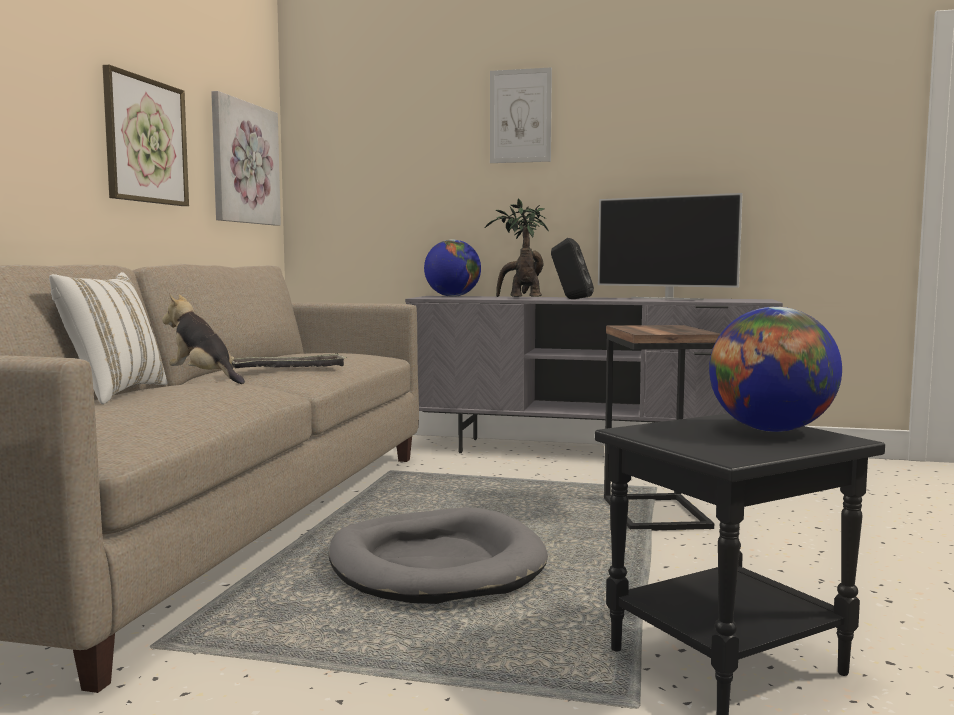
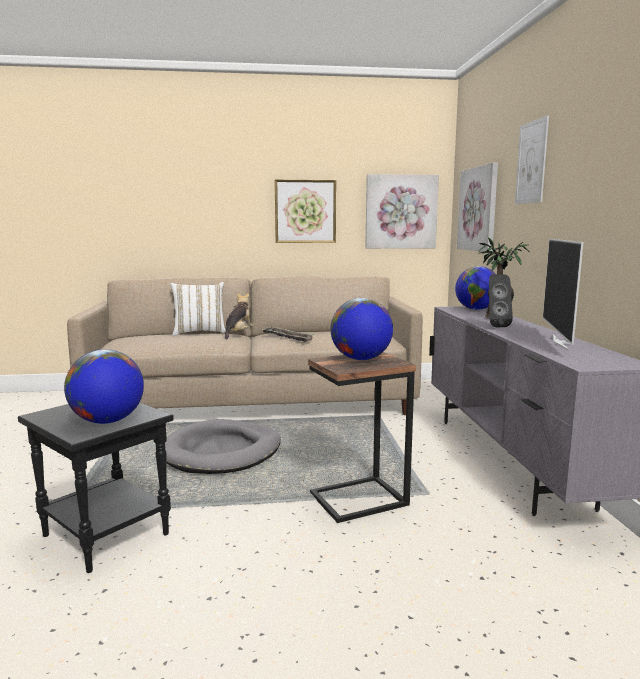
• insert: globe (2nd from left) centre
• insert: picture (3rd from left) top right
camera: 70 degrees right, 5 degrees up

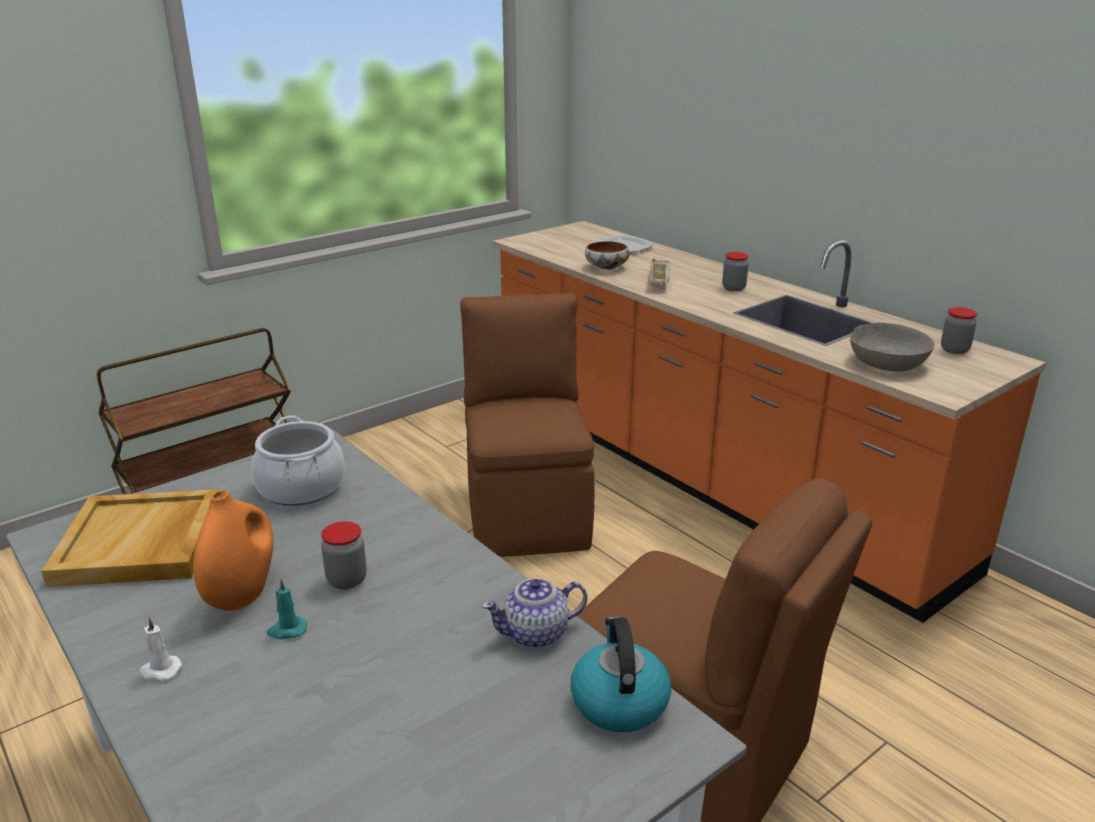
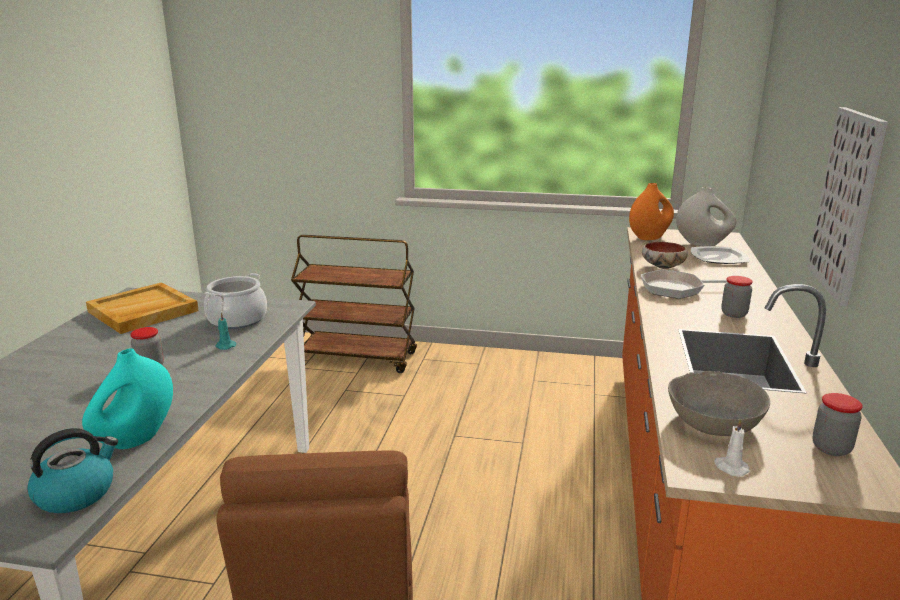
• delete: chair (brown) (1st from left) centre
• insert: vase (white) middle right
• insert: picture middle right
• move: candle (white) bottom left to bottom right
• move: vase (orange) bottom left to middle right
• move: candle (turquoise) bottom left to middle left
• replace: teapot bottom centre to vase (turquoise) middle left
• replace: tray (beige) (2nd from left) top centre to frying pan middle right
camera: 50 degrees right, 5 degrees down

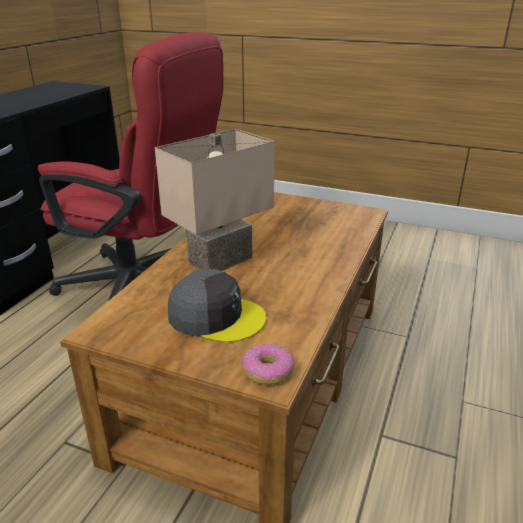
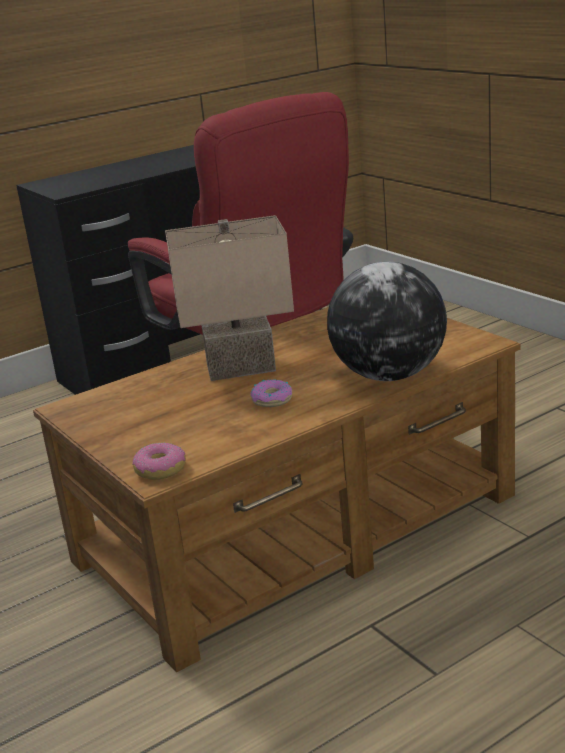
• delete: cap (grey) centre
• insert: donut (2nd from left) centre
• insert: globe middle right
camera: 35 degrees right, 5 degrees down

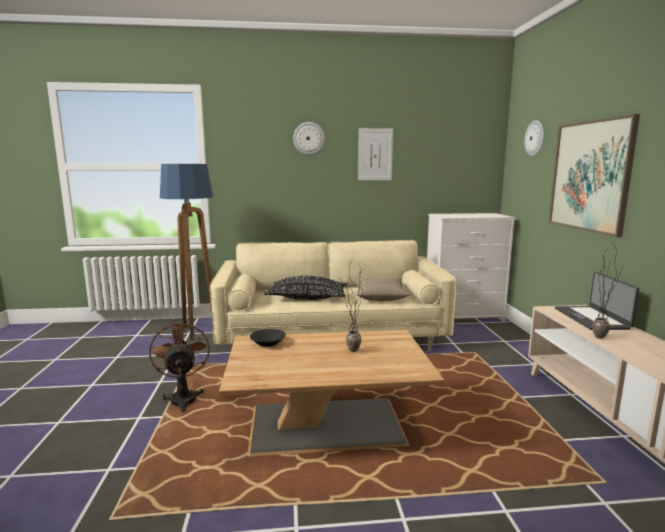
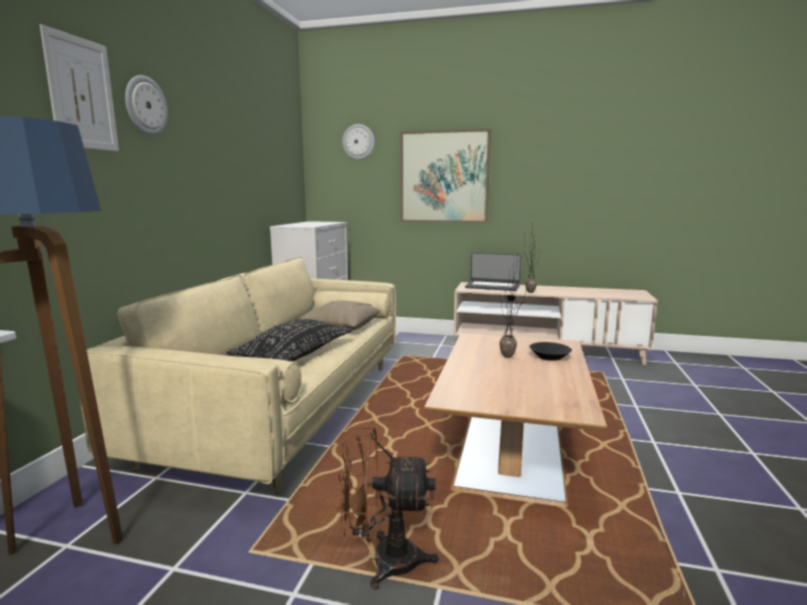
• move: bowl (black) centre to middle right
• move: picture (1st from left) top centre to top left
camera: 70 degrees left, 0 degrees up

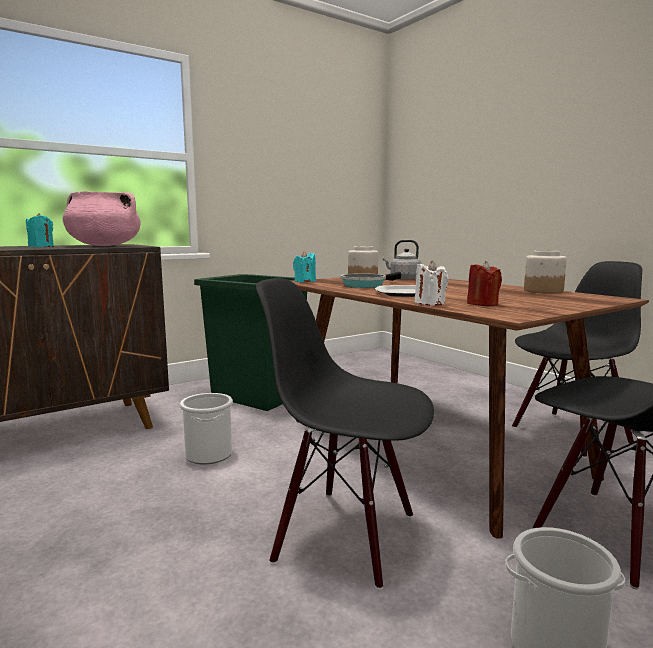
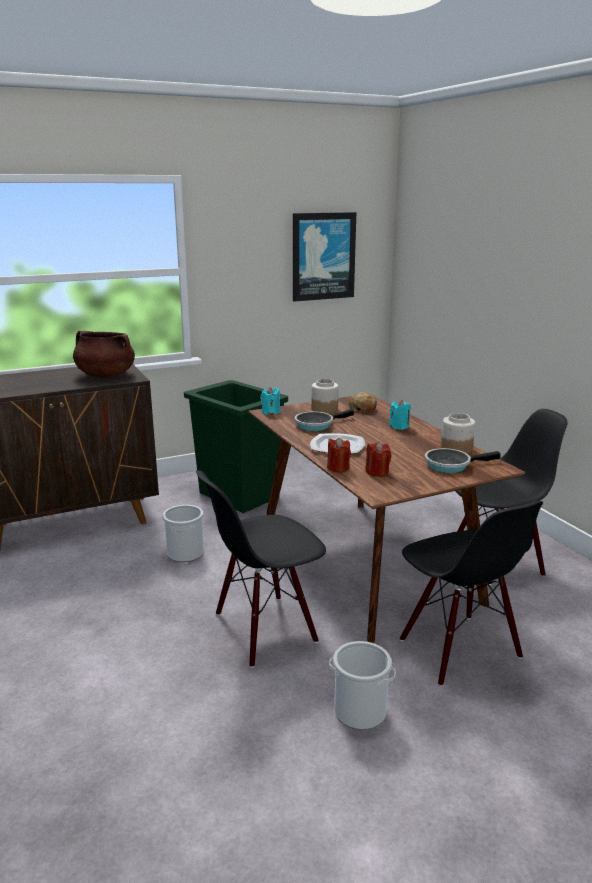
• insert: picture top centre
• insert: frying pan (2nd from left) middle right
• move: candle (turquoise) (1st from left in the first image) middle left to candle (turquoise) (2nd from left) middle right
• replace: kettle (grey) centre to bread centre
• recolor: cooking pot (pink) middle left to cooking pot (brown) middle left
• recolor: candle (white) centre to candle (red) (1st from left) centre
• rotate: chair (black) (1st from left) bottom centre = centre 60 degrees counterclockwise
camera: 10 degrees right, 10 degrees up

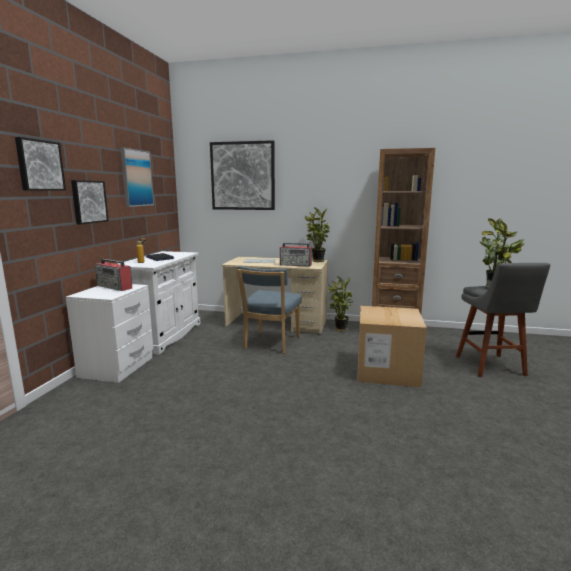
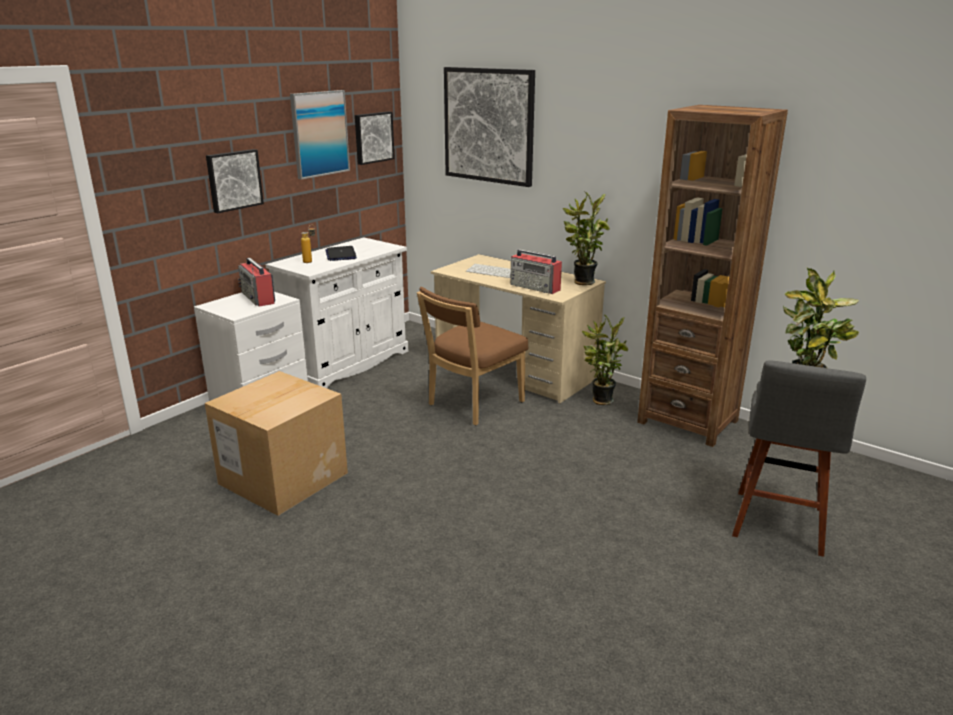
• move: picture (1st from left in the first image) top left to picture (3rd from left) top centre
• move: cardboard box middle right to middle left
• recolor: chair (blue) centre to chair (brown) centre
camera: 25 degrees right, 10 degrees up

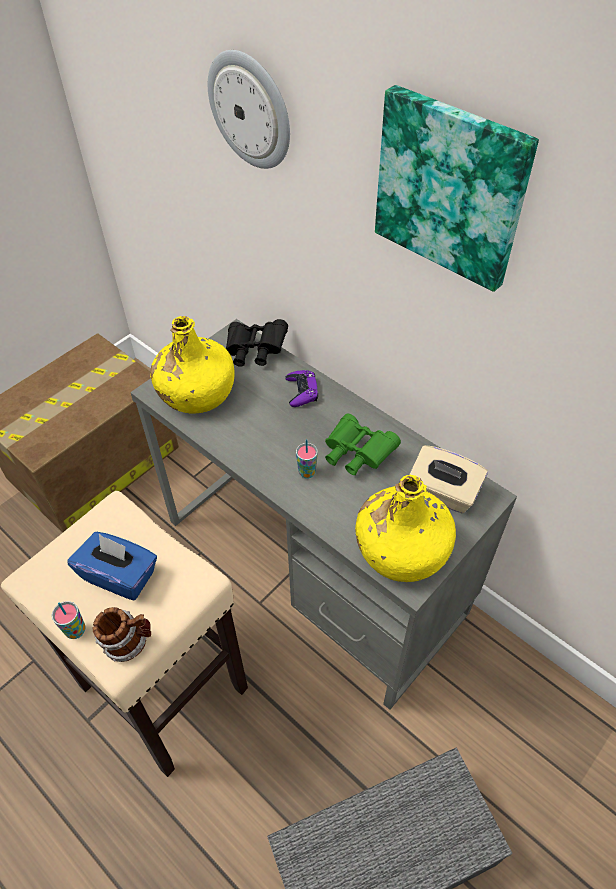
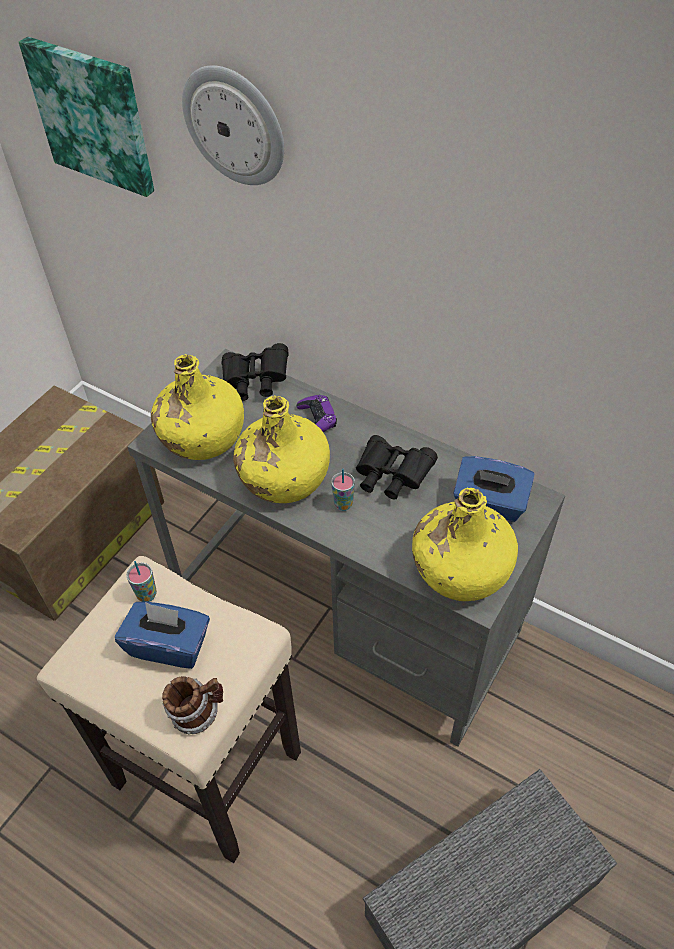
• insert: bottle (yellow) (2nd from left) centre
• move: cup (1st from left) bottom left to middle left
• move: picture top right to top left
• recolor: binoculars (green) centre to binoculars (black) (2nd from left) centre
• recolor: tissue box (beige) middle right to tissue box (blue) (2nd from left) middle right
camera: 10 degrees left, 0 degrees up

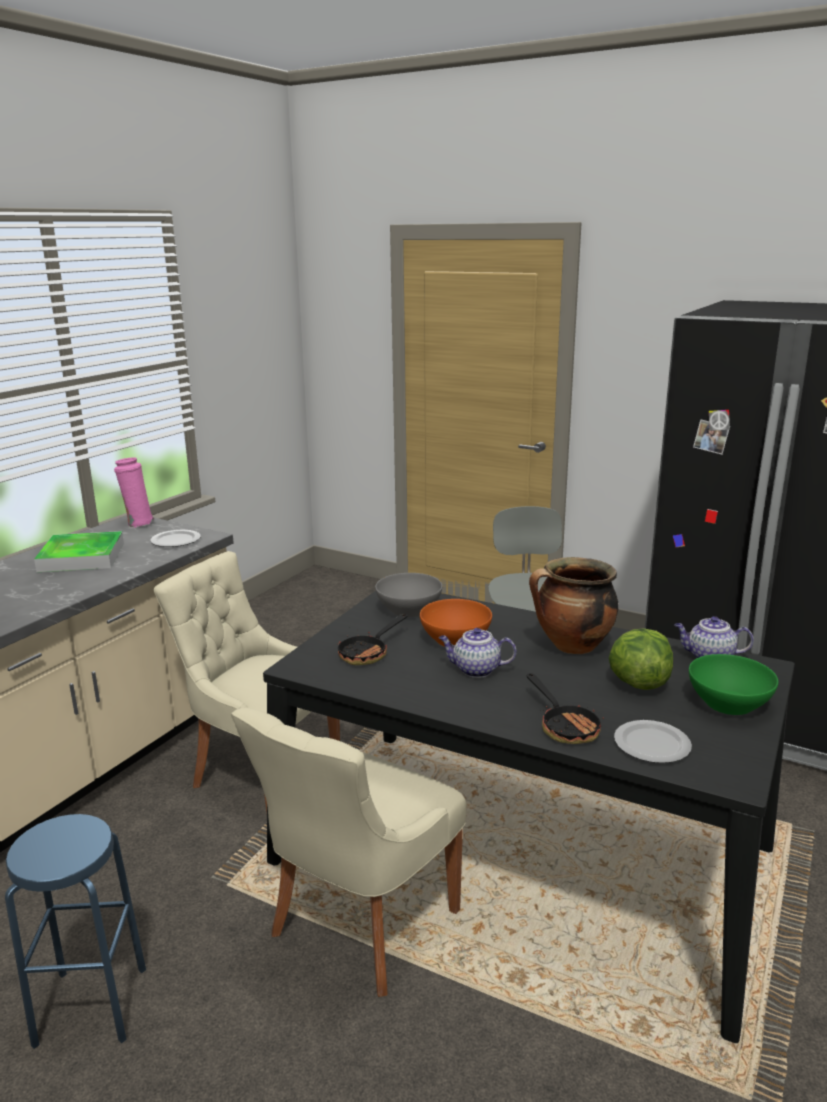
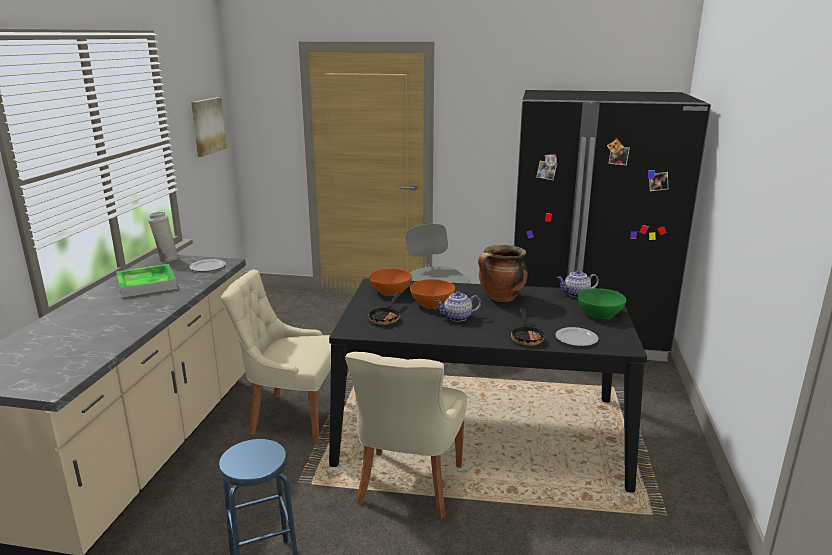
• delete: lettuce middle right
• insert: picture top left
• recolor: vase (pink) middle left to vase (white) middle left
• recolor: bowl (grey) centre to bowl (orange) (1st from left) centre
• rotate: frying pan (2nd from left) middle right = centre 45 degrees clockwise
camera: 20 degrees left, 0 degrees up

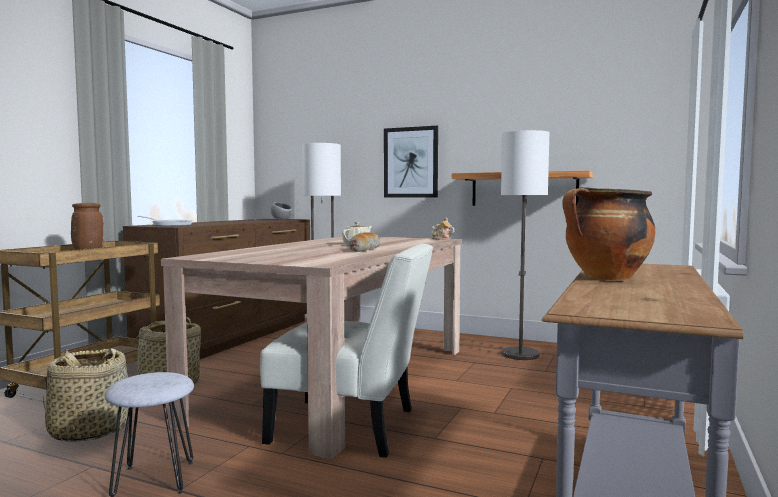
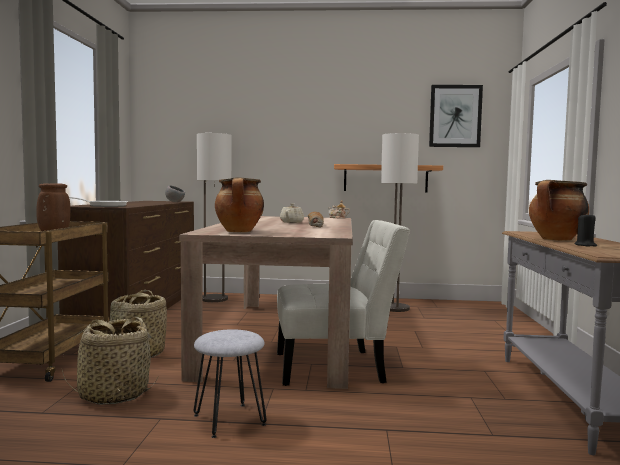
• insert: cooking pot (1st from left) centre
• insert: candle (black) middle right
• move: picture top centre to top right
camera: 20 degrees left, 0 degrees up

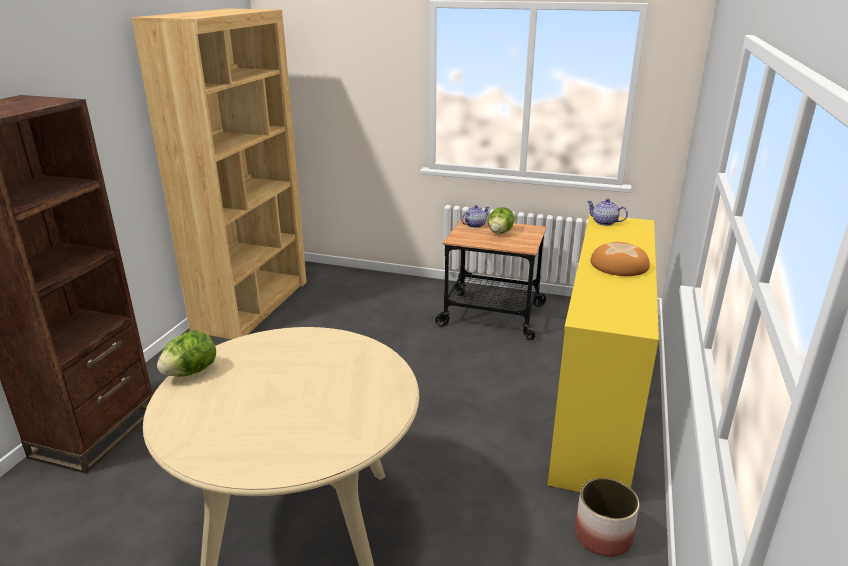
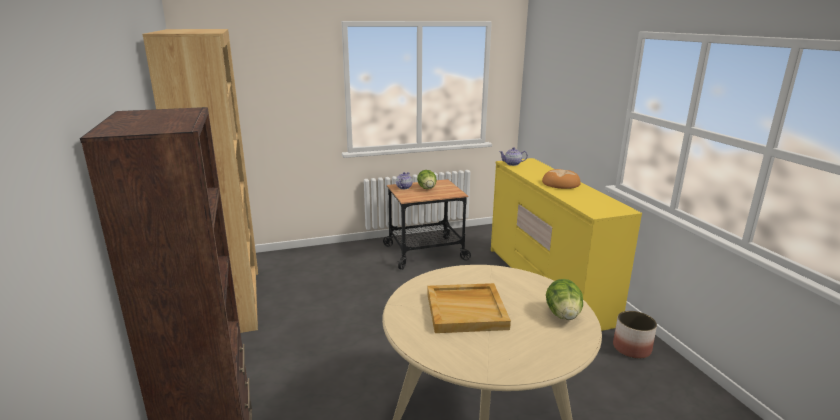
• insert: tray (beige) bottom centre
• move: lettuce (1st from left in the first image) middle left to lettuce (2nd from left) bottom right
camera: 35 degrees left, 5 degrees down

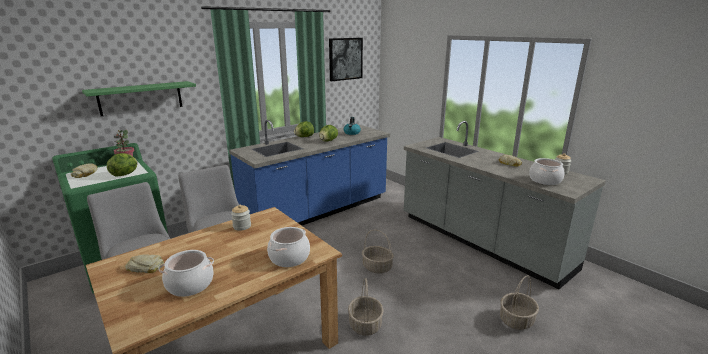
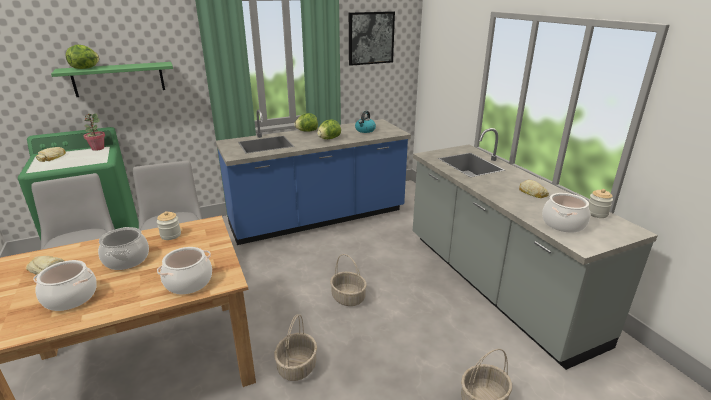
• insert: cooking pot (2nd from left) middle left
• move: lettuce (1st from left) middle left to top left
camera: 15 degrees right, 5 degrees up

